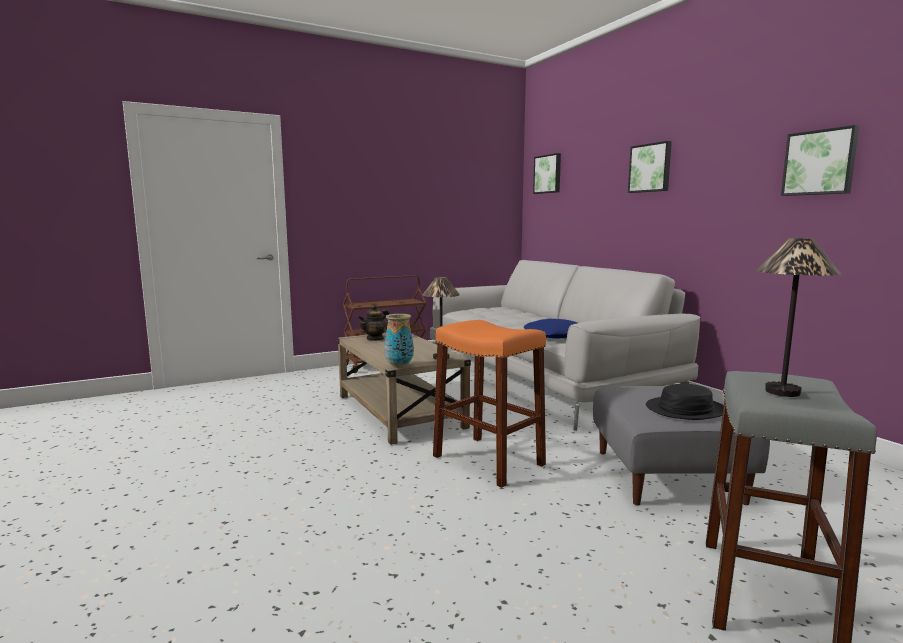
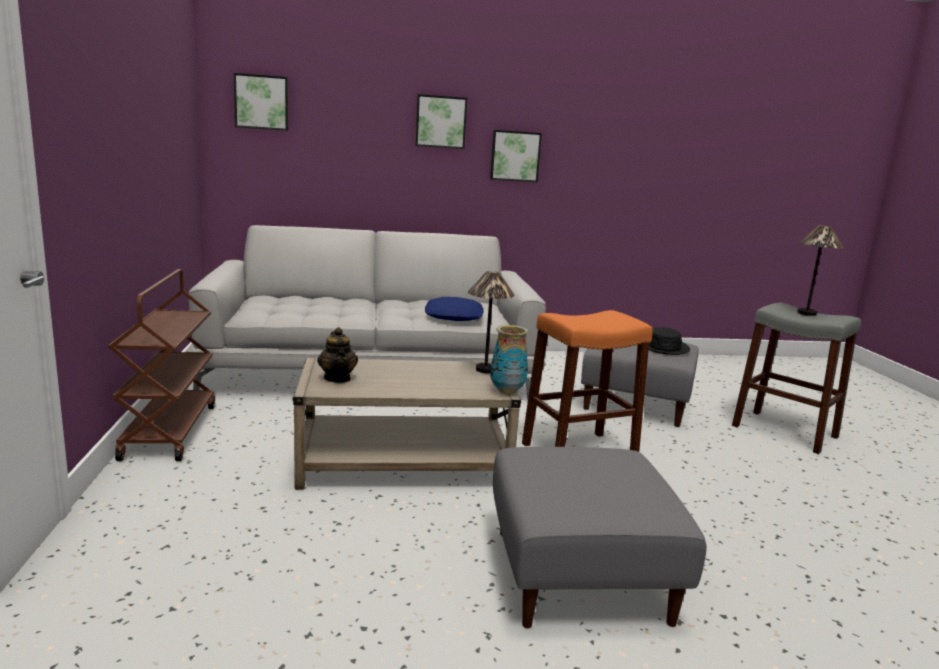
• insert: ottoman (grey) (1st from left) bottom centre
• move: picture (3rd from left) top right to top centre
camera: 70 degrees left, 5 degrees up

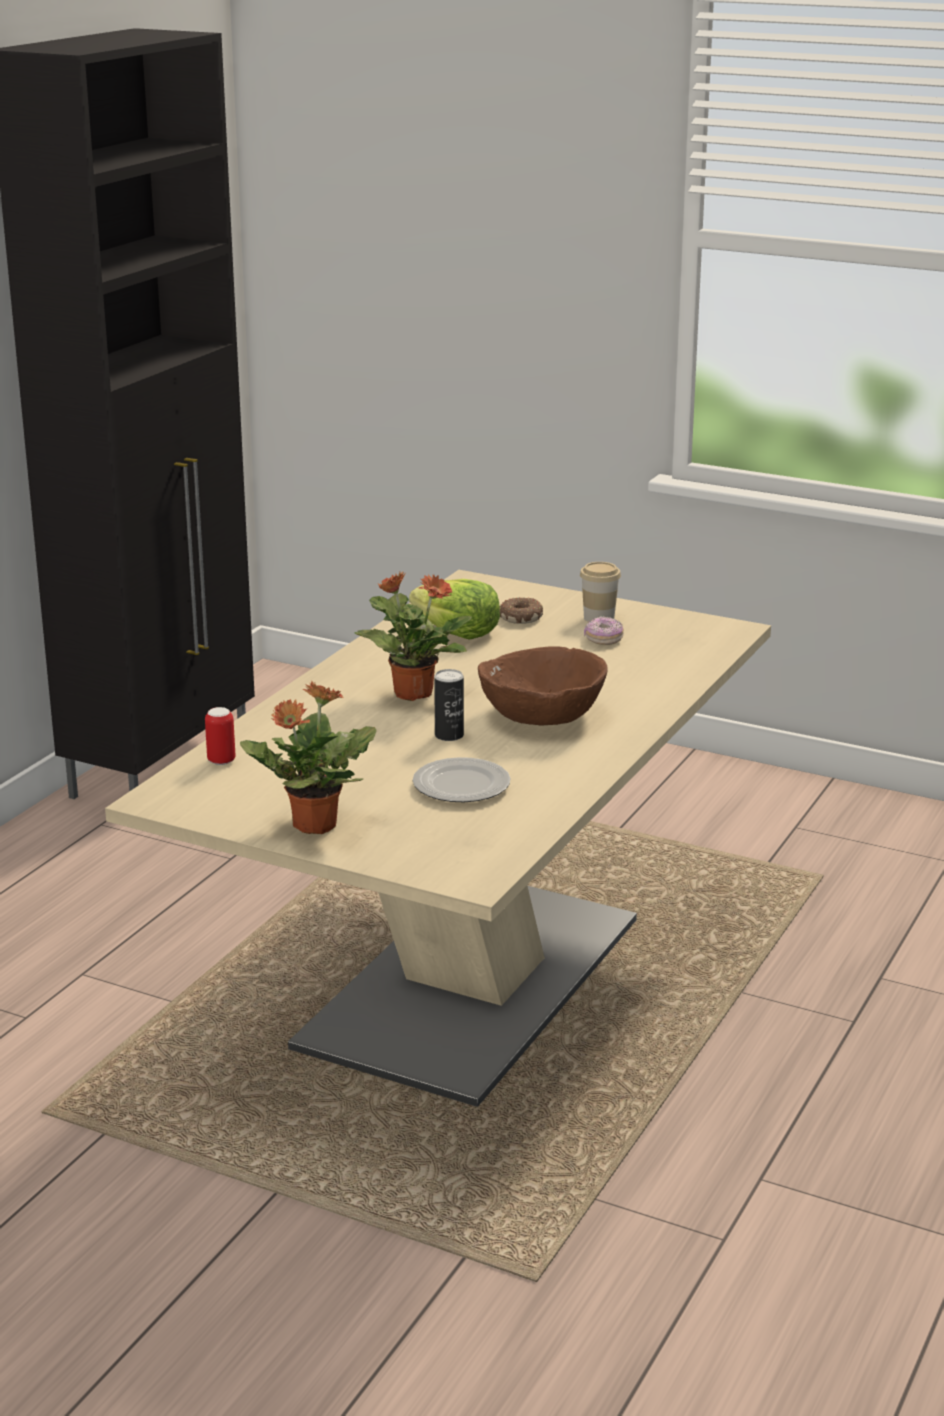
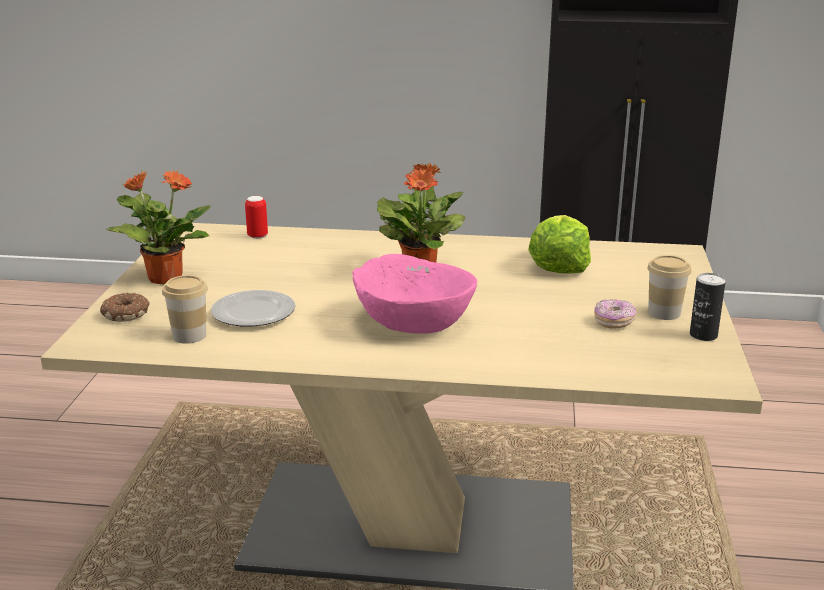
• insert: cup (1st from left) middle left
• move: can (2nd from left) centre to middle right
• move: donut (1st from left) centre to middle left
• recolor: bowl (brown) centre to bowl (pink) centre
camera: 70 degrees right, 0 degrees up

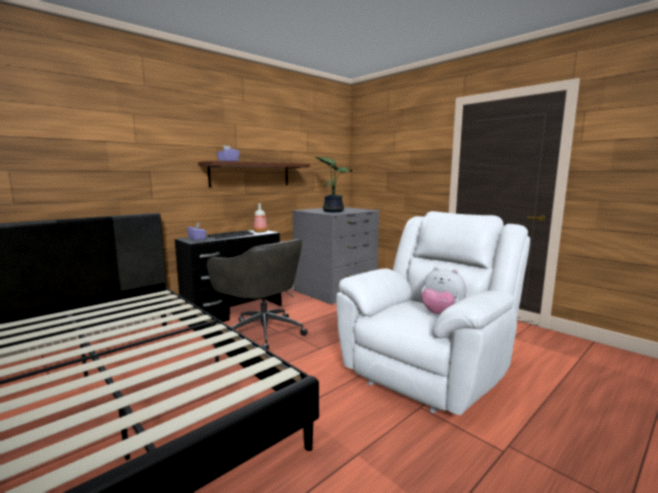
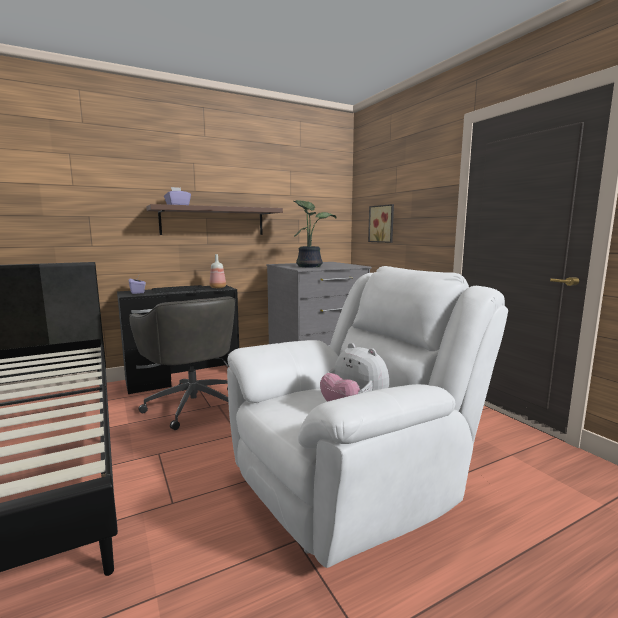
• insert: picture centre
camera: 15 degrees right, 0 degrees up

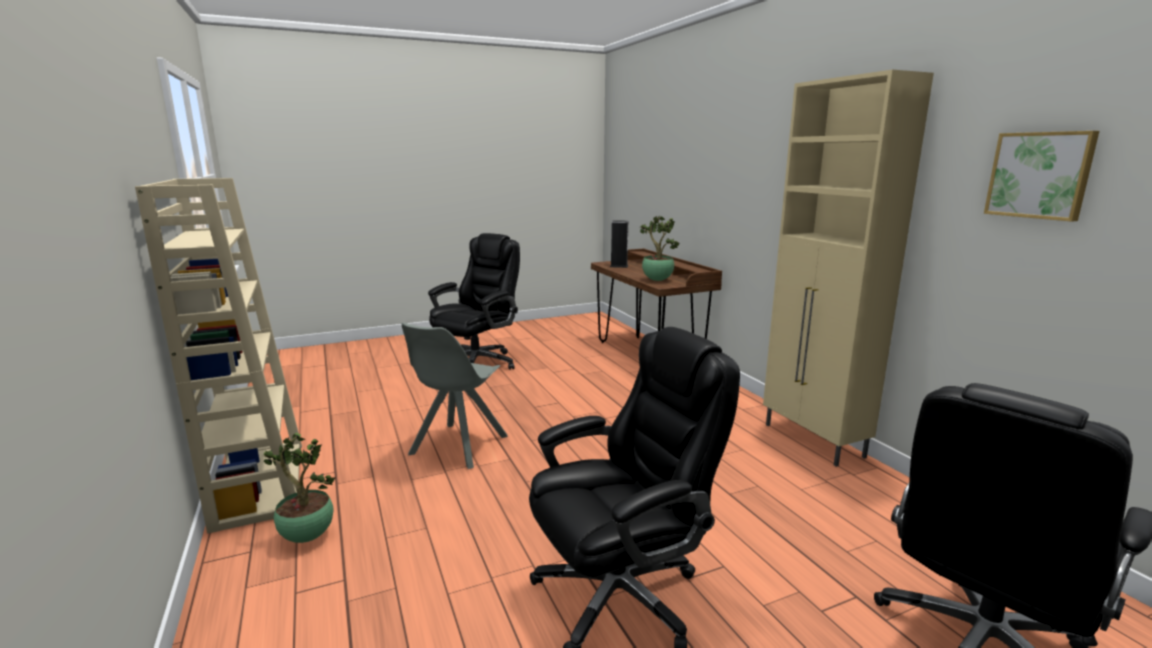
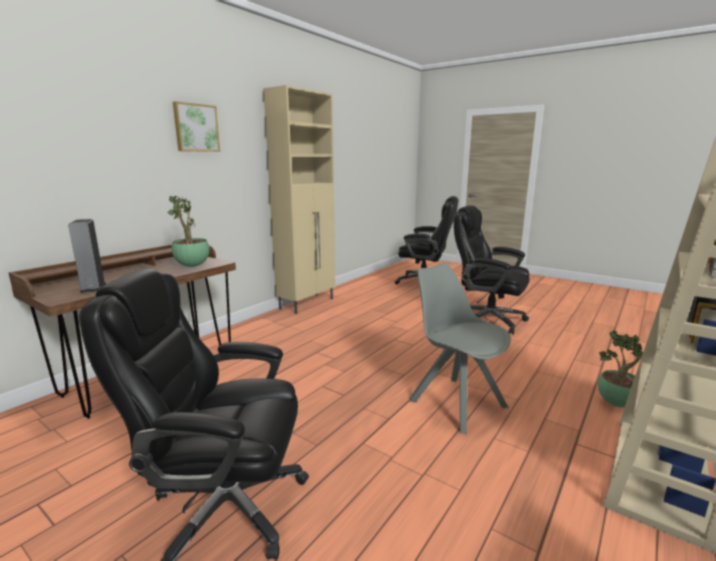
• move: picture top right to top left
• rotate: chair (grey) centre = centre 120 degrees counterclockwise
camera: 120 degrees left, 0 degrees up

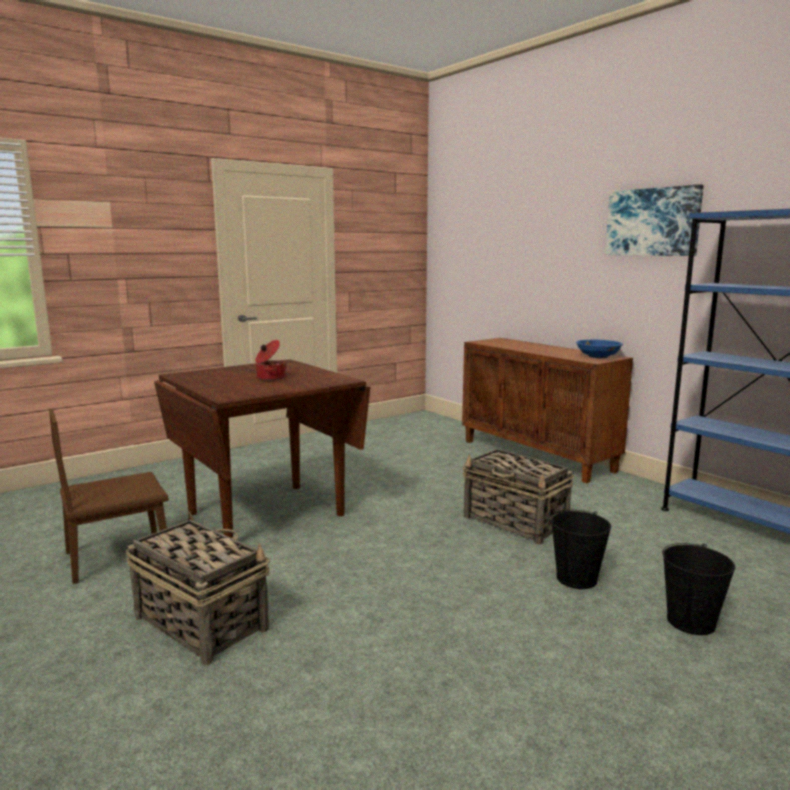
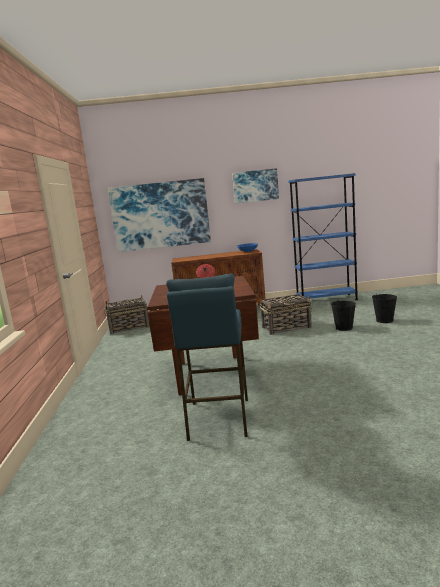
• insert: picture (1st from left) centre
• move: basket (1st from left) bottom left to middle left
• replace: chair (brown) middle left to stool (blue) centre
camera: 55 degrees left, 0 degrees up

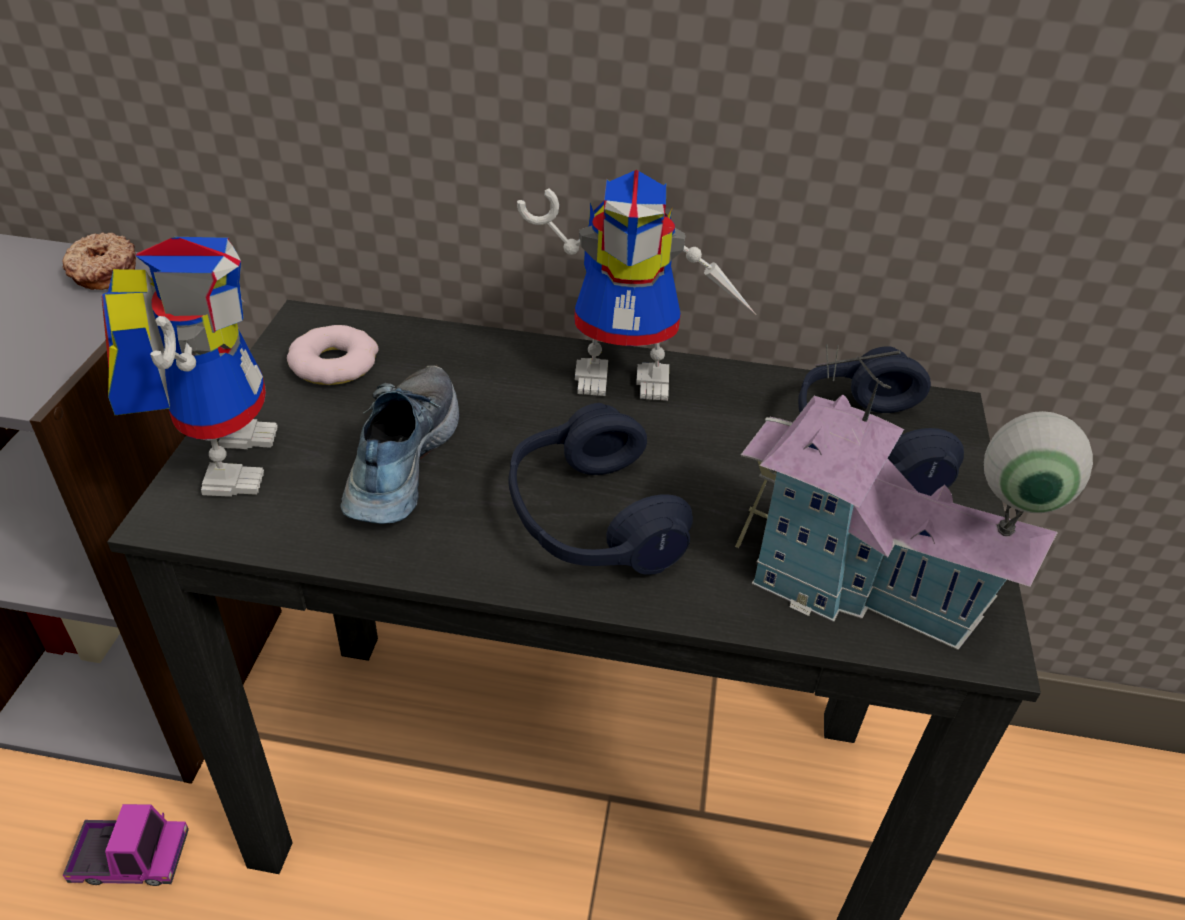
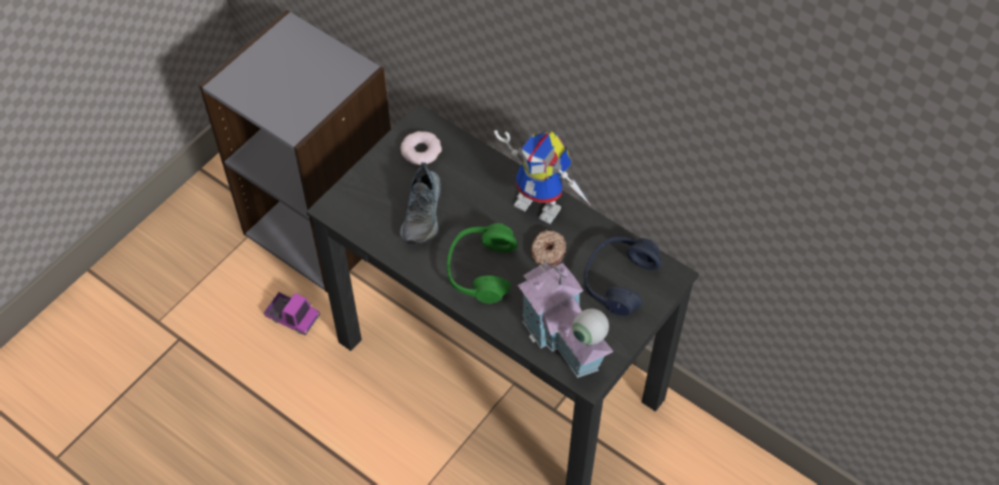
• delete: toy robot (1st from left) middle left
• move: donut (1st from left in the first image) top left to donut (2nd from left) centre
• recolor: headphones (blue) (1st from left) centre to headphones (green) centre
• rotate: shoe centre = centre 150 degrees clockwise
camera: 30 degrees right, 15 degrees up

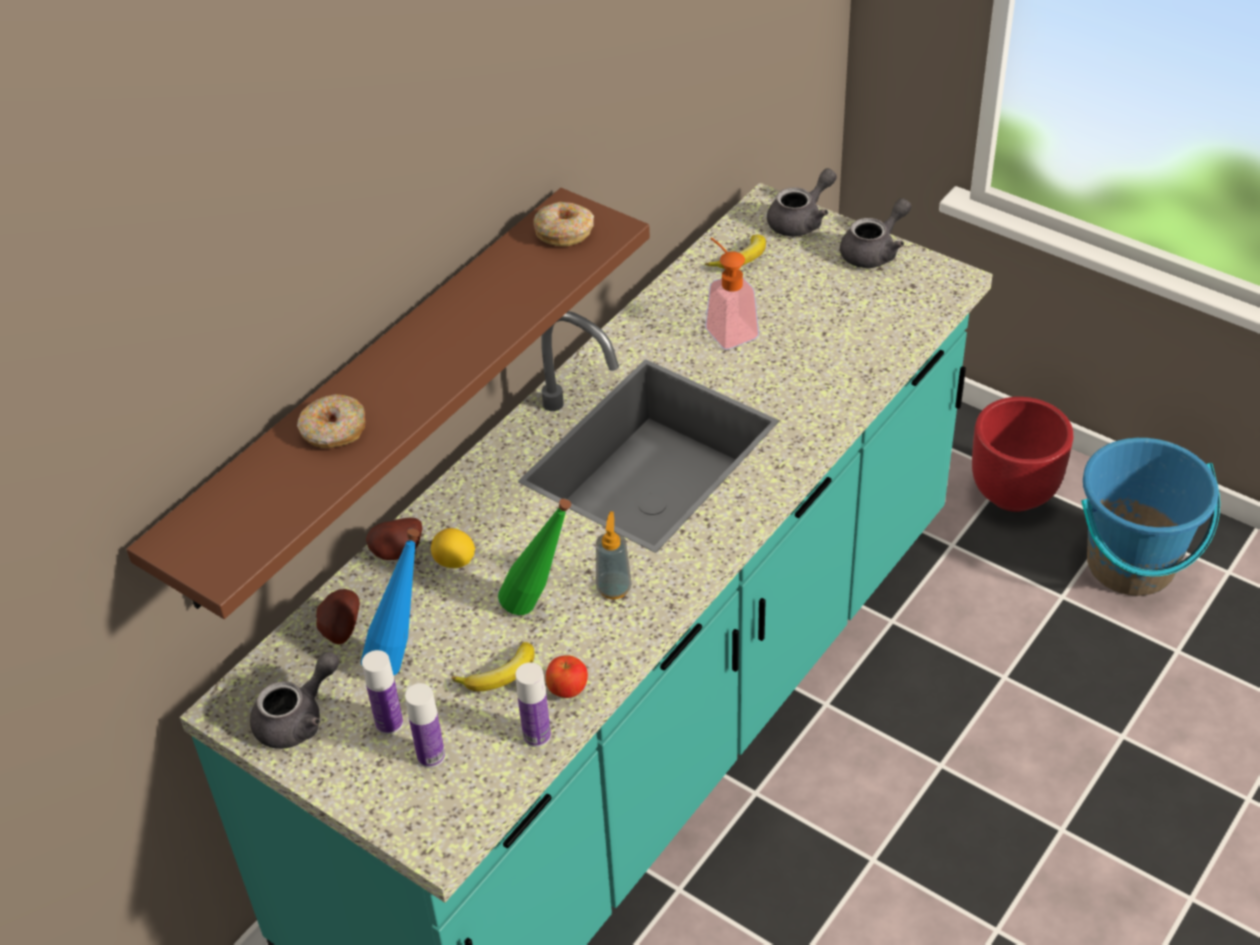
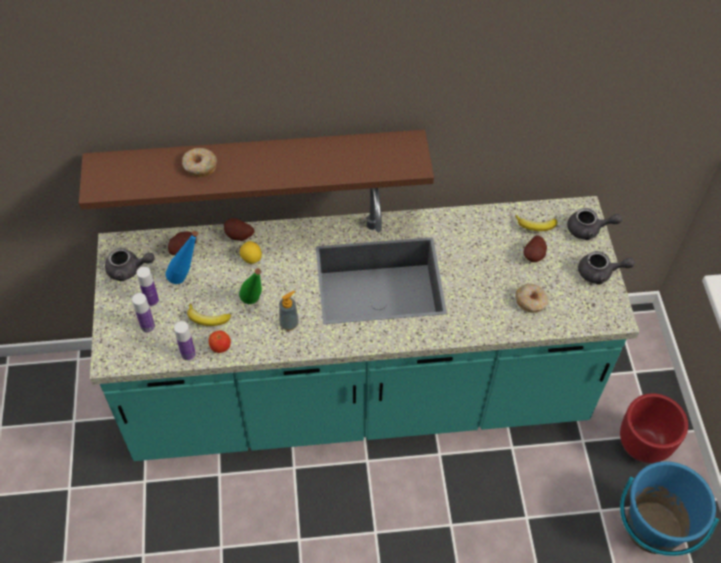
• delete: soap dispenser (2nd from left) top centre
• insert: potato (3rd from left) middle right
• move: donut (2nd from left) top centre to middle right
camera: 45 degrees right, 10 degrees up

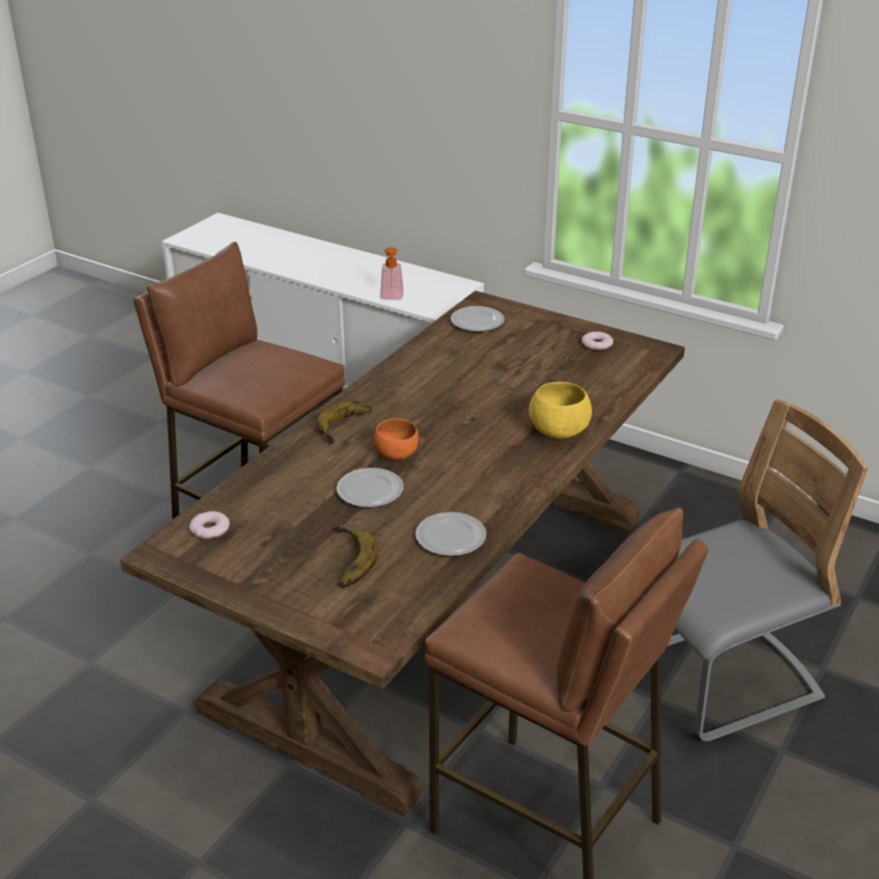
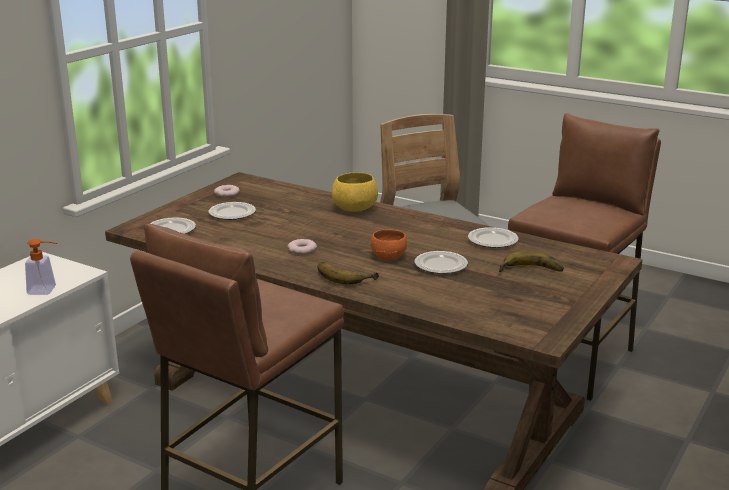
• insert: plate (2nd from left) middle left
• move: donut (1st from left in the first image) middle left to donut (2nd from left) centre
camera: 90 degrees left, 10 degrees down

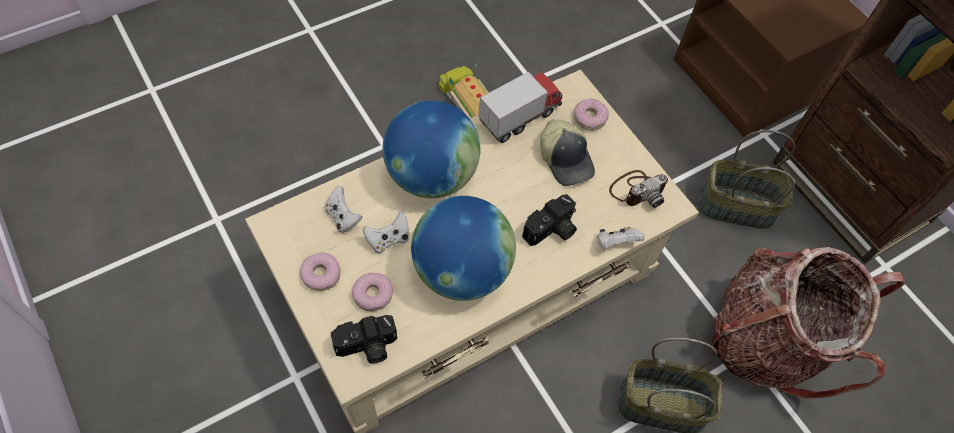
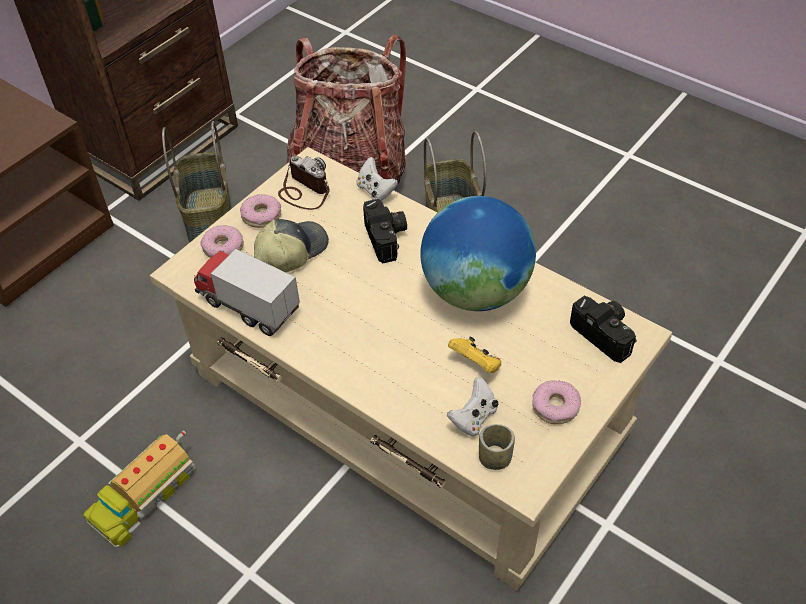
• delete: globe (1st from left) centre
• insert: cup bottom centre
• move: donut (2nd from left) bottom centre to middle left
• recolor: game controller (white) (2nd from left) centre to game controller (yellow) centre
• rotate: photo camera (2nd from left) centre = centre 45 degrees clockwise
camera: 105 degrees left, 10 degrees down

